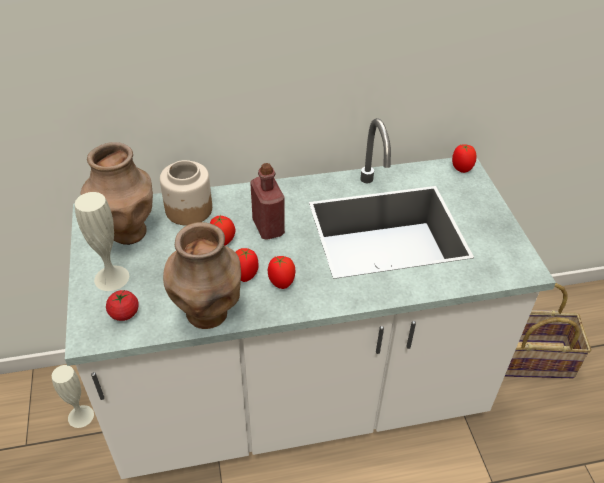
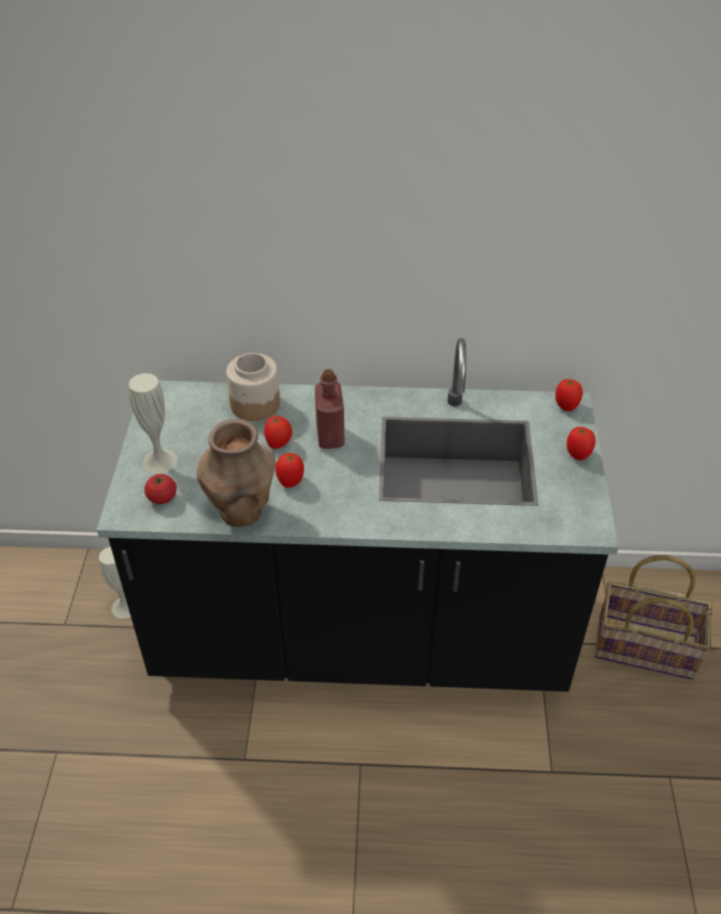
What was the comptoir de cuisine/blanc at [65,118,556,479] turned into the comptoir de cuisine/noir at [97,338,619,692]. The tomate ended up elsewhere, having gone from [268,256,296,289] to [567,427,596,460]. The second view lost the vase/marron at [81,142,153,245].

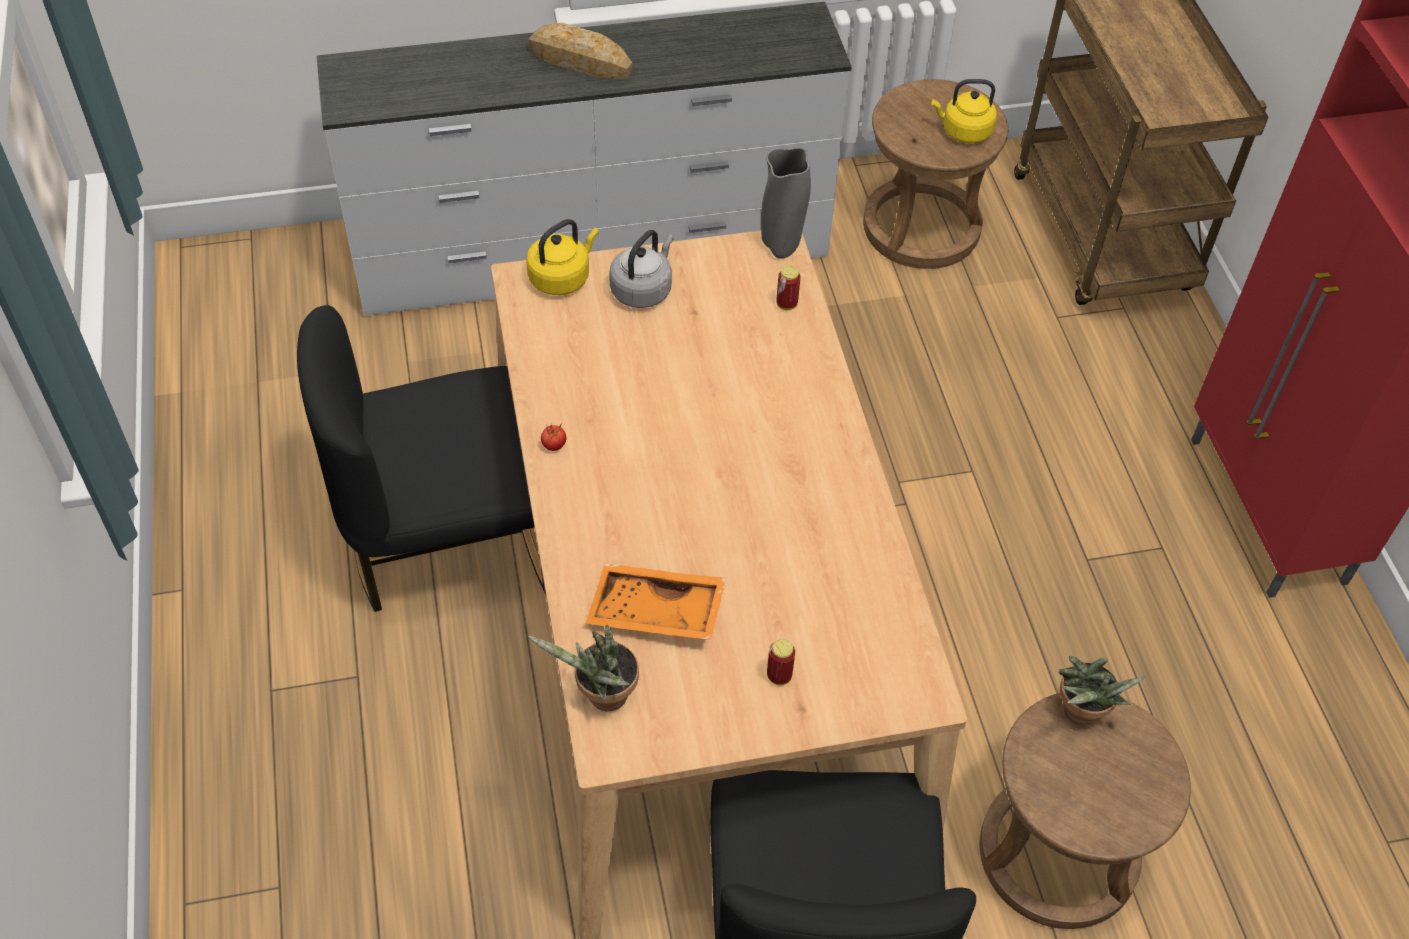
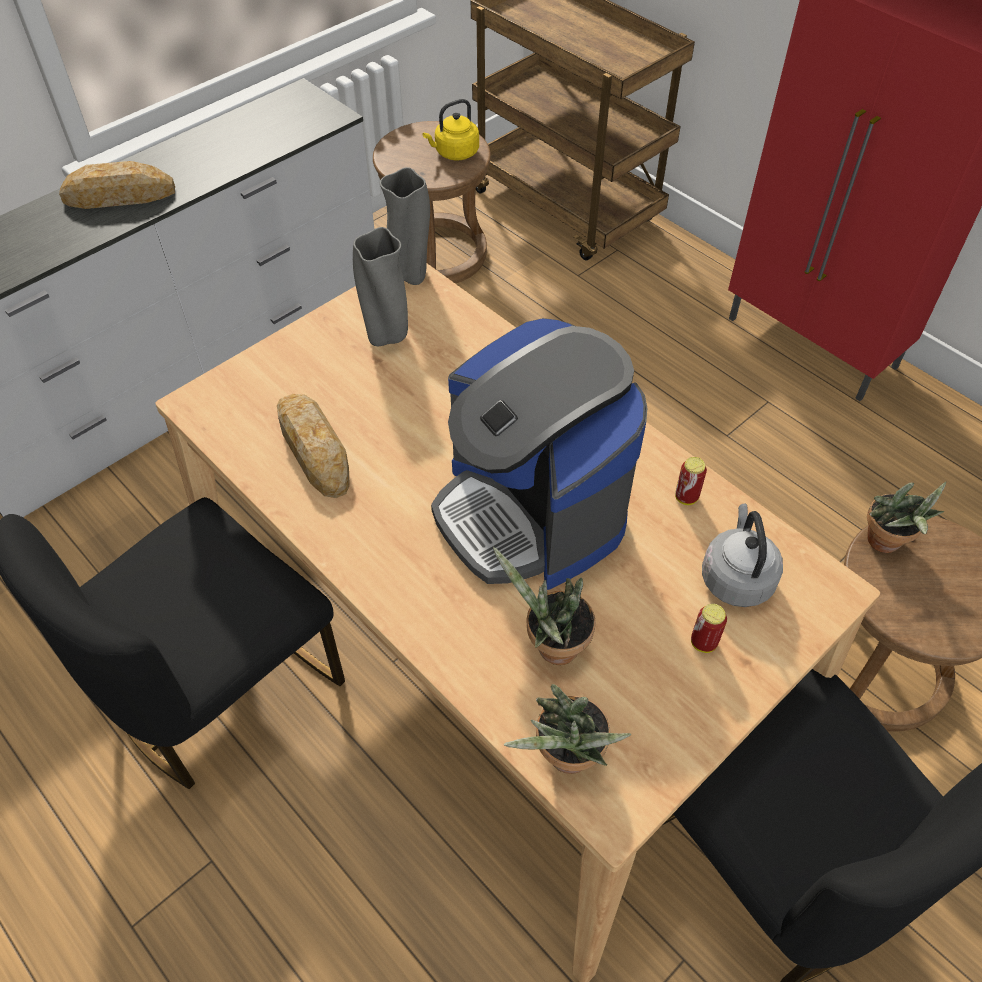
The second view gained the pain at [277,394,350,498]. The second view gained the vase/gris at [353,227,408,346]. The second view gained the machine à café at [431,318,647,590]. Where the plateau/orange stood at [586,564,726,640], the plante en pot came to stand at [493,547,596,665]. The boîte métallique ended up elsewhere, having gone from [776,266,801,310] to [675,457,707,505]. The bouilloire/gris ended up elsewhere, having gone from [609,230,674,308] to [702,503,783,607]. The second view lost the bouilloire/jaune at [526,219,599,295]. The second view lost the tomate at [541,423,566,451].

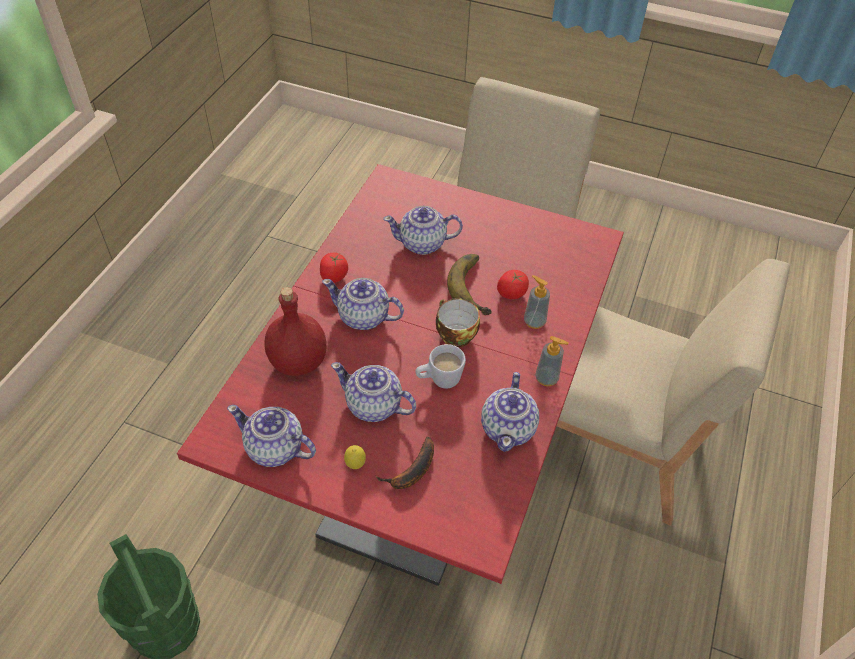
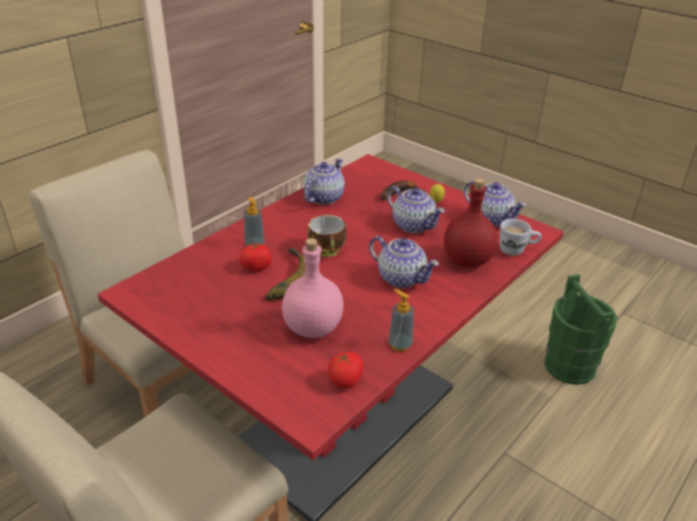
Where the théière stood at [383,206,463,255], the bouteille/rose came to stand at [282,238,344,338]. The tomate ended up elsewhere, having gone from [320,252,348,283] to [328,351,363,388]. The distributeur de savon ended up elsewhere, having gone from [535,336,569,386] to [388,289,414,351]. The mug/blanc ended up elsewhere, having gone from [415,344,466,389] to [500,219,541,256].

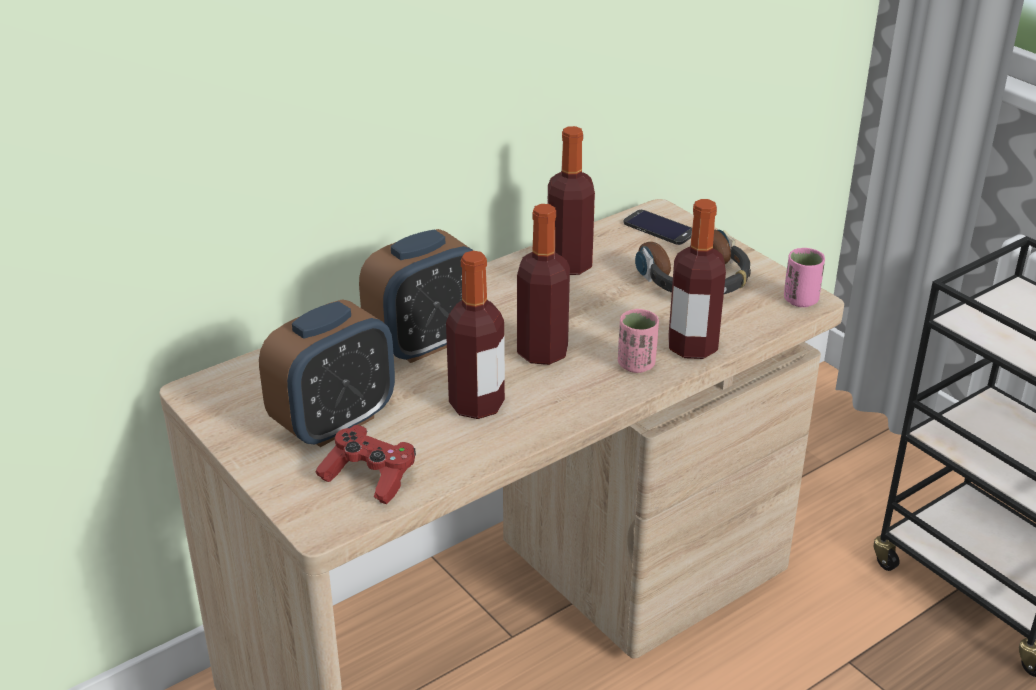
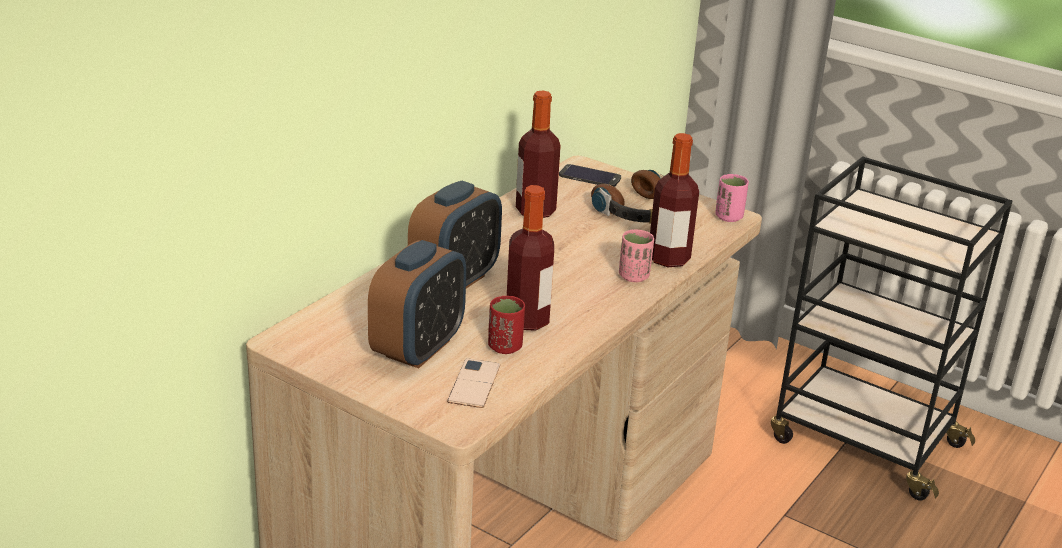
Where the manette/rouge stood at [316,425,416,504], the téléphone came to stand at [447,358,500,408]. The second view gained the tasse/rouge at [488,296,525,354]. The second view lost the bouteille at [517,204,570,365].

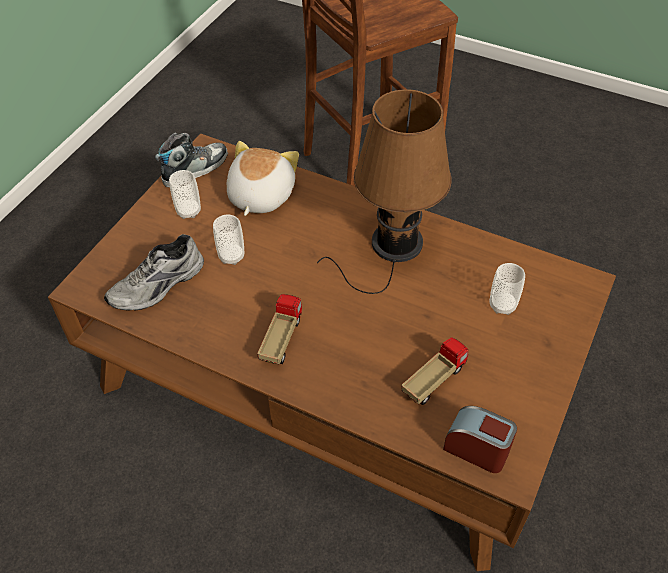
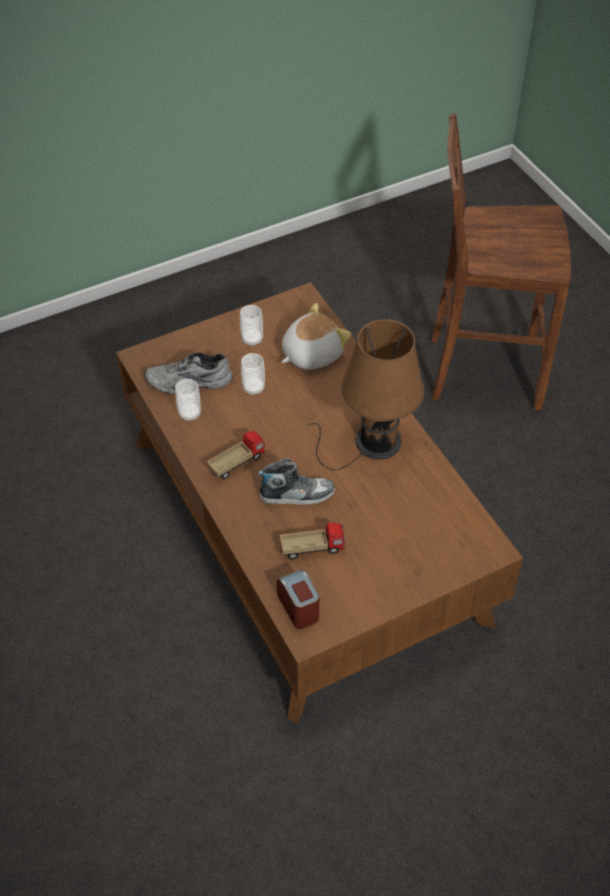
The tasse ended up elsewhere, having gone from [490,263,525,315] to [175,379,201,421]. The chaussure ended up elsewhere, having gone from [155,133,228,187] to [258,458,335,505].

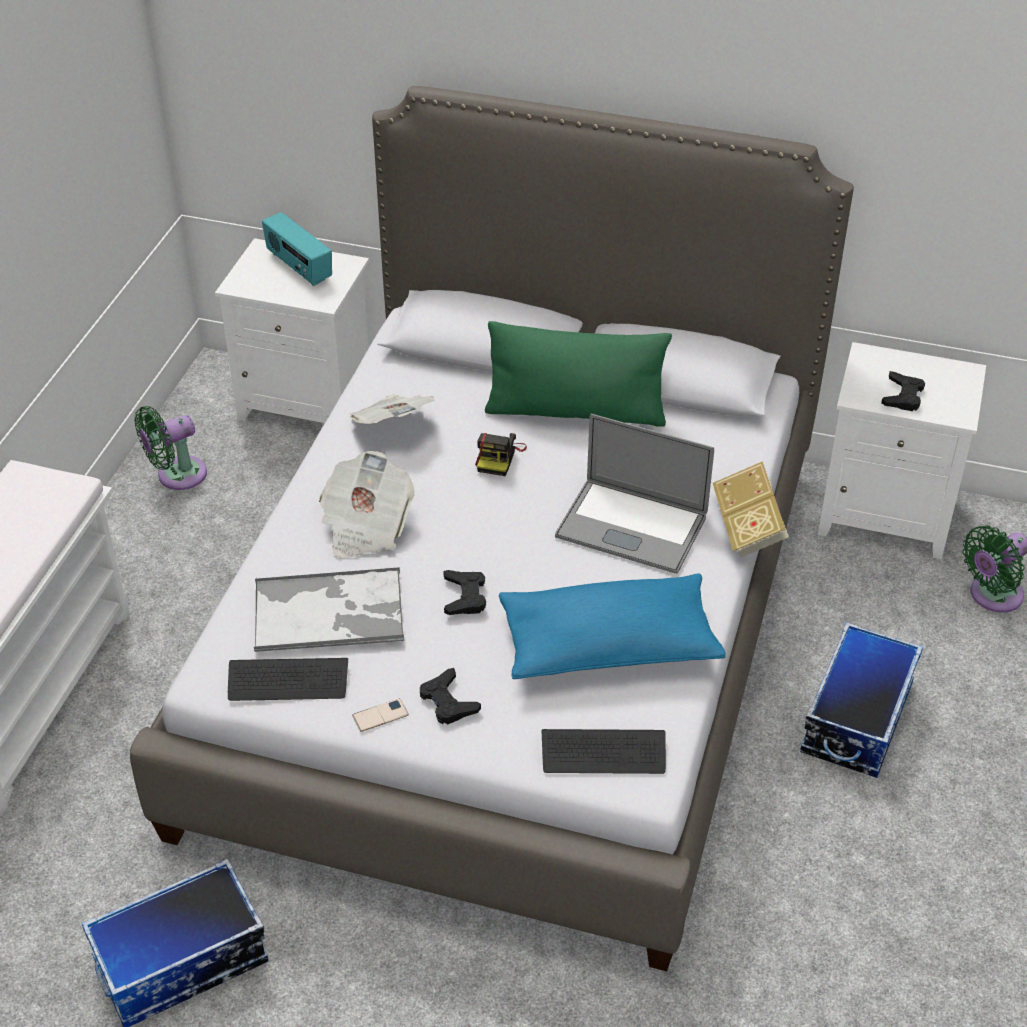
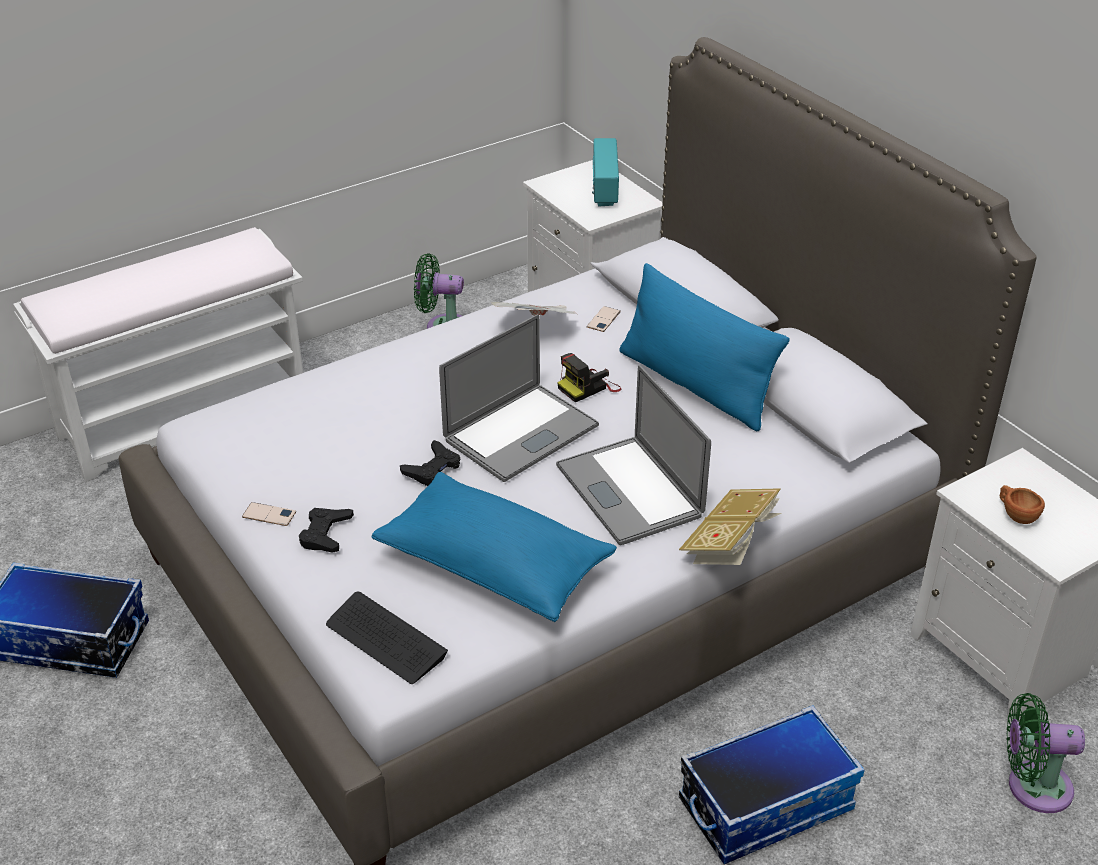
The second view gained the ordinateur portable at [439,314,599,482]. The second view gained the téléphone at [587,306,621,332]. What was the coussin/vert at [485,321,672,427] turned into the coussin/bleu at [619,263,790,431]. Where the manette/noir stood at [881,371,925,411], the tasse/marron came to stand at [1000,485,1045,524]. The second view lost the clavier at [228,658,348,701]. The second view lost the plateau at [254,567,404,652]. The second view lost the journal at [319,451,415,558].

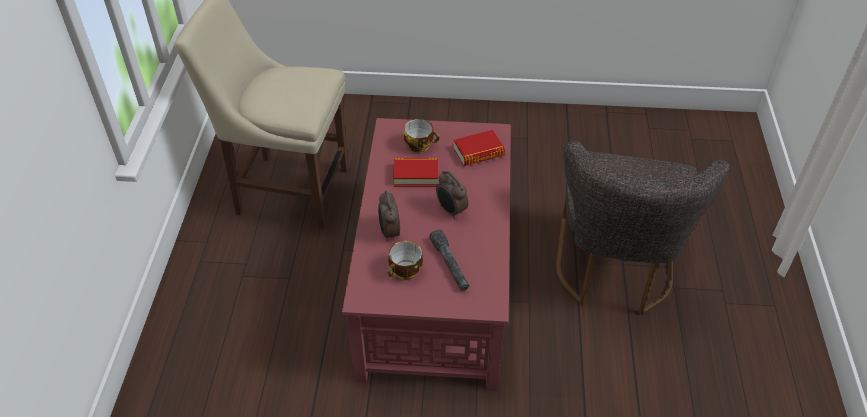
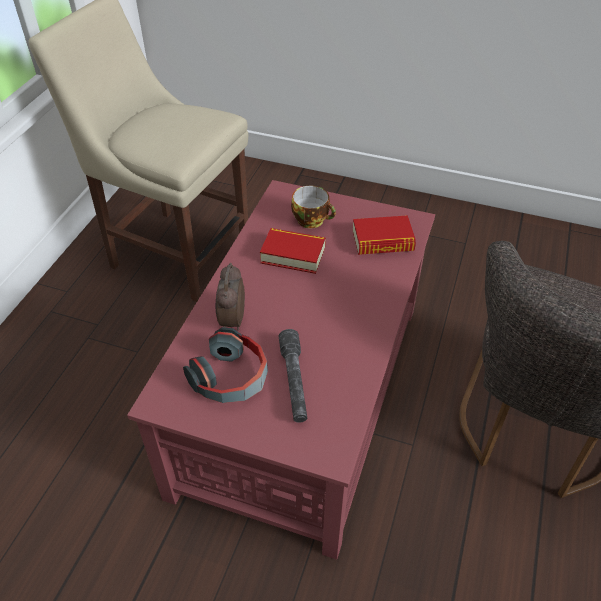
Where the tasse stood at [387,241,423,280], the casque audio came to stand at [183,327,268,403]. The second view lost the réveil at [436,171,468,219].

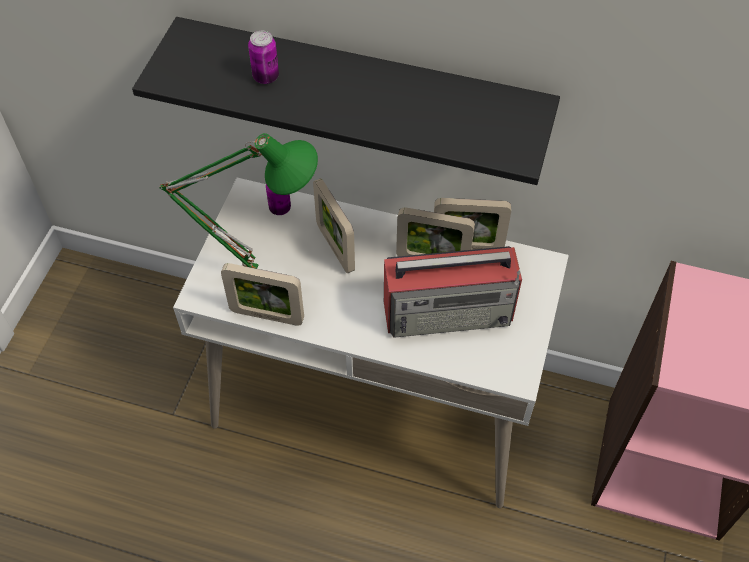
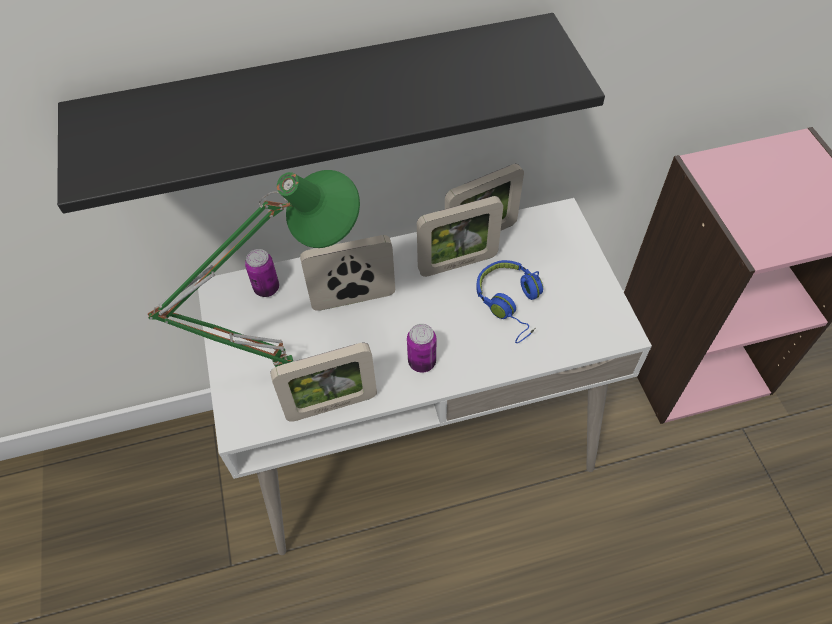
The cadre photo at [313,178,355,273] ended up facing another way, 135 degrees clockwise from before. The boîte métallique ended up elsewhere, having gone from [248,31,279,84] to [407,324,436,372]. Where the radio stood at [384,246,522,338], the casque audio/bleu came to stand at [476,260,543,343].

